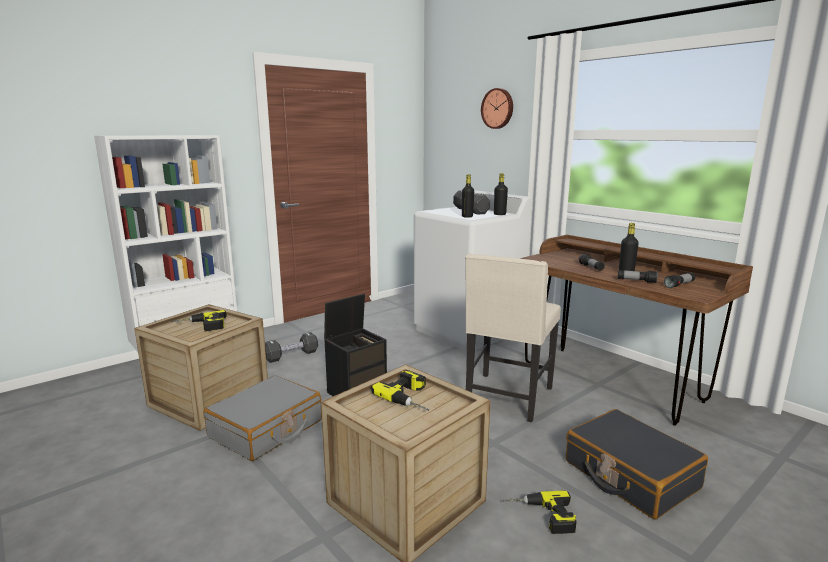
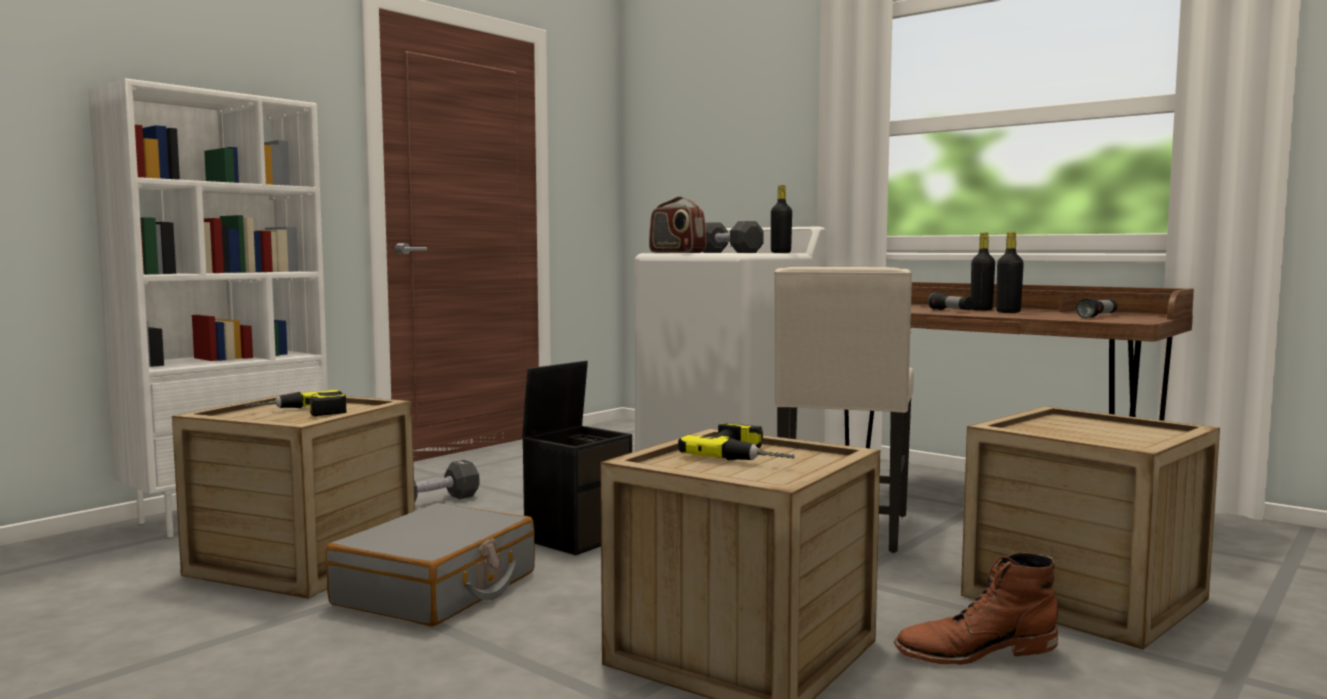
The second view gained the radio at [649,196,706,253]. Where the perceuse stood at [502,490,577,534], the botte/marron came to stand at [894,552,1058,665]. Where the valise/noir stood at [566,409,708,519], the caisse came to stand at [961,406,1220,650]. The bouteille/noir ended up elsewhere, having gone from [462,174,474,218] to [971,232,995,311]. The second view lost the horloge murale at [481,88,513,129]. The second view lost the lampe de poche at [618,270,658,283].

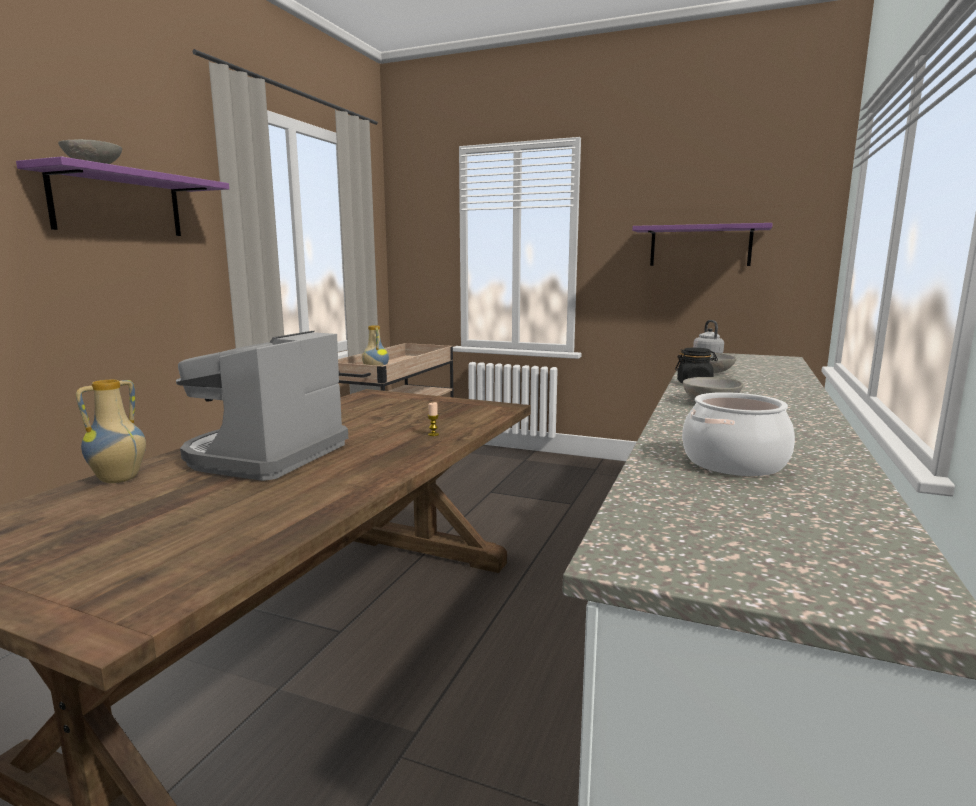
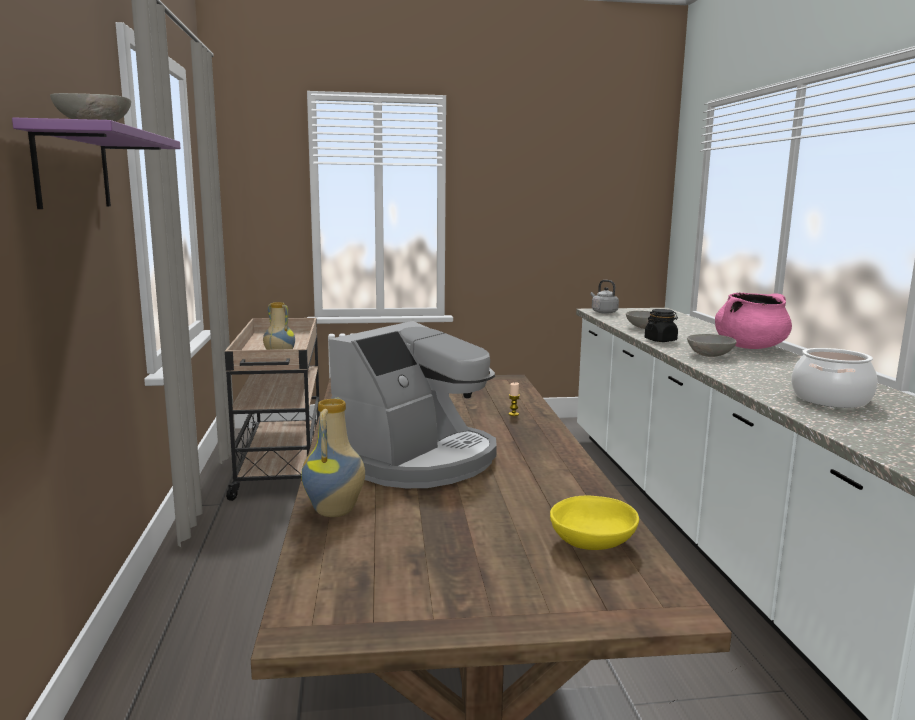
The machine à café at [176,331,348,481] ended up facing another way, 135 degrees counterclockwise from before. The second view gained the bol/jaune at [550,496,639,550]. The second view gained the marmite/rose at [715,292,792,349]. The second view lost the étagère/violet at [632,223,773,266].

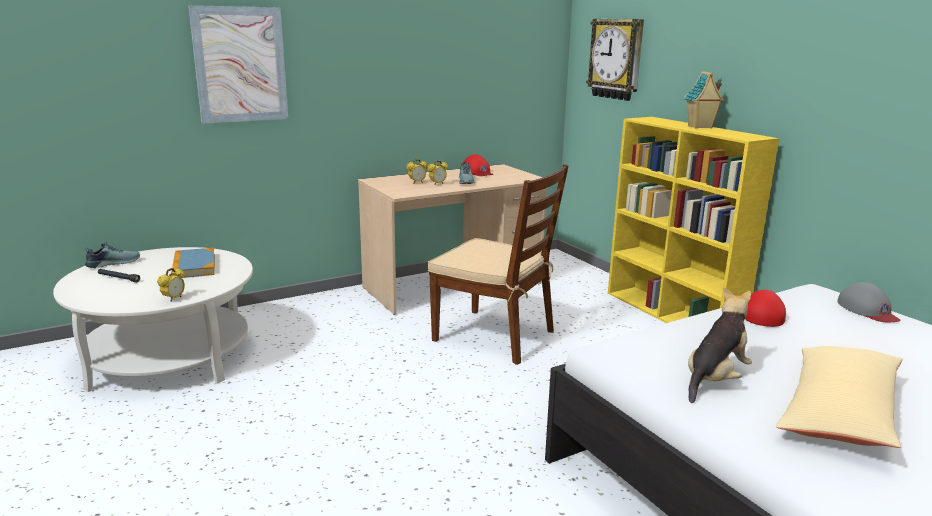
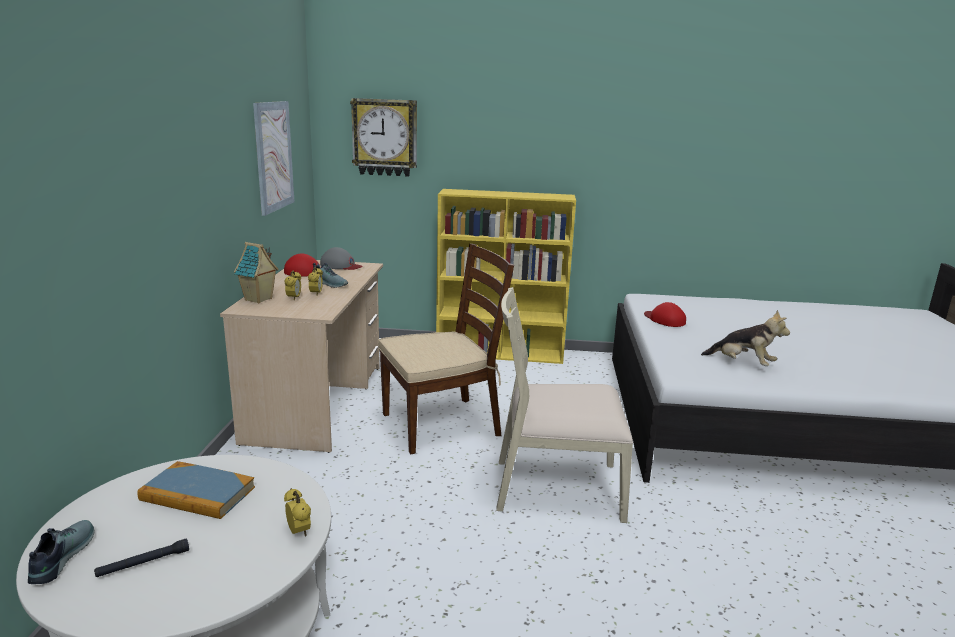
The maison miniature ended up elsewhere, having gone from [684,71,724,129] to [234,242,279,303]. The tableau ended up elsewhere, having gone from [188,5,288,124] to [253,101,294,216]. The casquette/gris ended up elsewhere, having gone from [837,282,901,322] to [320,247,363,270]. The second view gained the chaise/beige at [496,287,633,523]. The peluche at [688,287,752,403] ended up facing another way, 135 degrees clockwise from before. The second view lost the coussin/beige at [776,346,903,448].

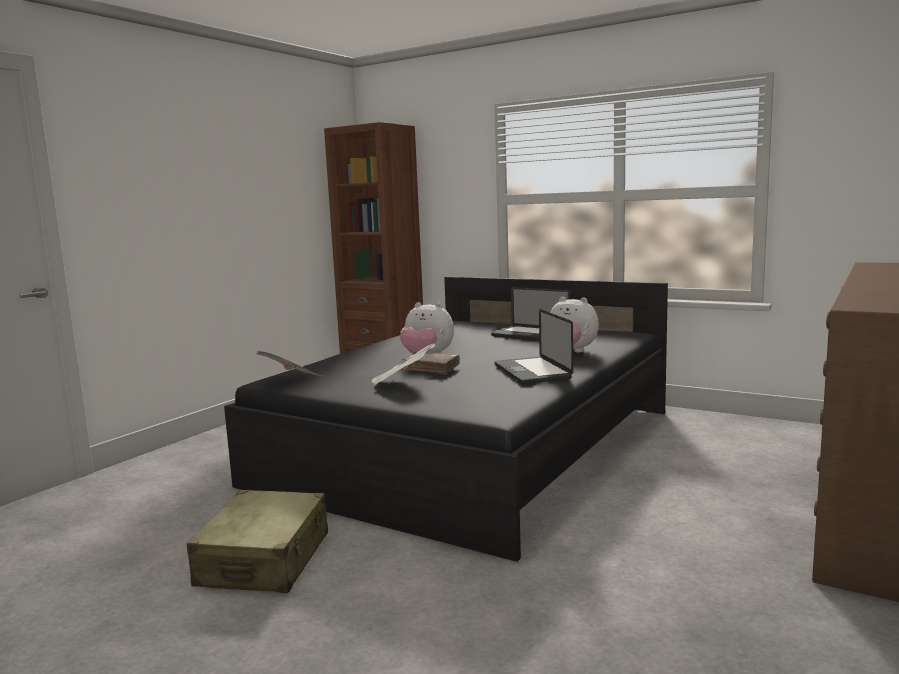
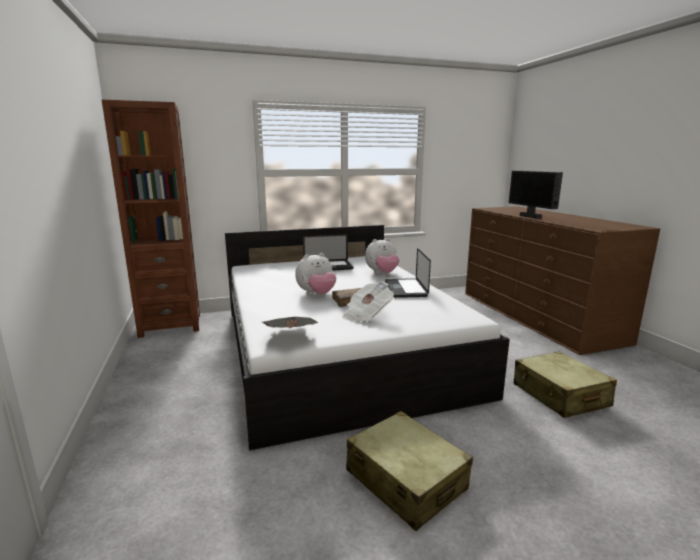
What was the lit/noir at [224,277,668,562] turned into the lit/blanc at [225,225,510,450]. The ordinateur portable at [494,309,573,384] ended up facing another way, 60 degrees clockwise from before. The second view gained the écran d'ordinateur at [509,171,563,219]. The second view gained the valise/beige at [514,351,617,418].

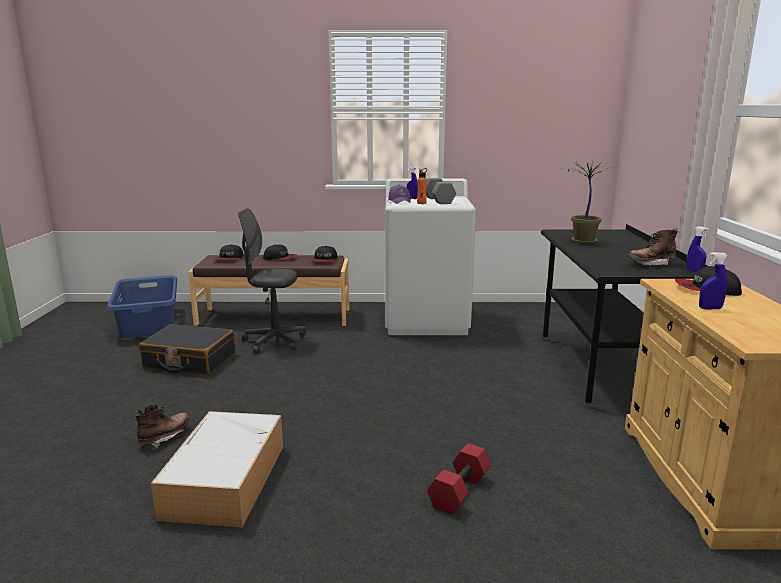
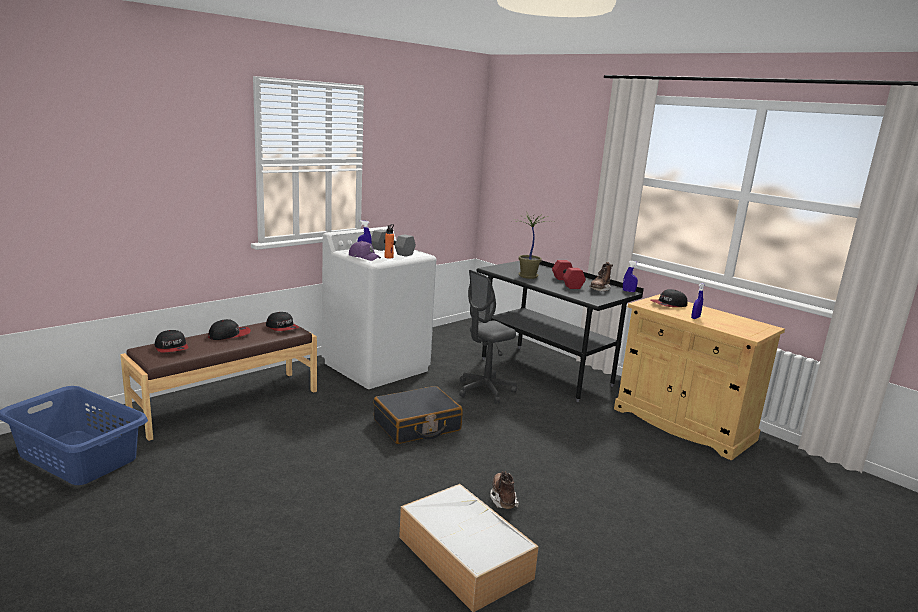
The valise/noir ended up elsewhere, having gone from [139,324,235,375] to [374,386,463,444]. The chaise de bureau/gris ended up elsewhere, having gone from [238,208,306,354] to [459,270,517,404]. The botte/marron ended up elsewhere, having gone from [135,404,190,448] to [490,471,519,509]. The haltère/rouge ended up elsewhere, having gone from [427,443,491,515] to [552,260,586,289].

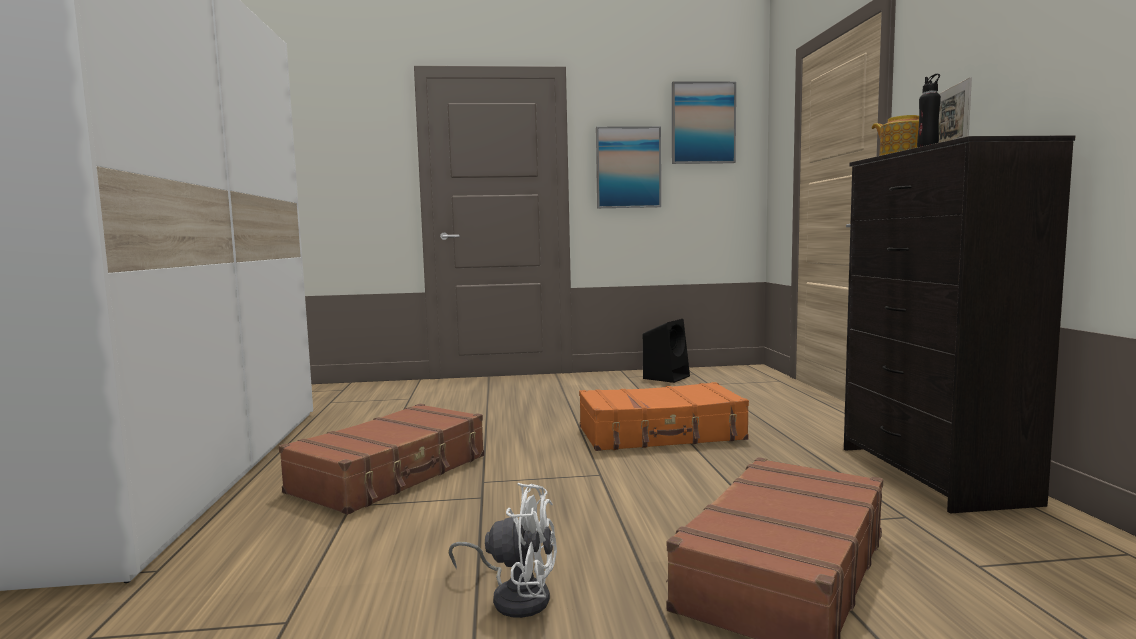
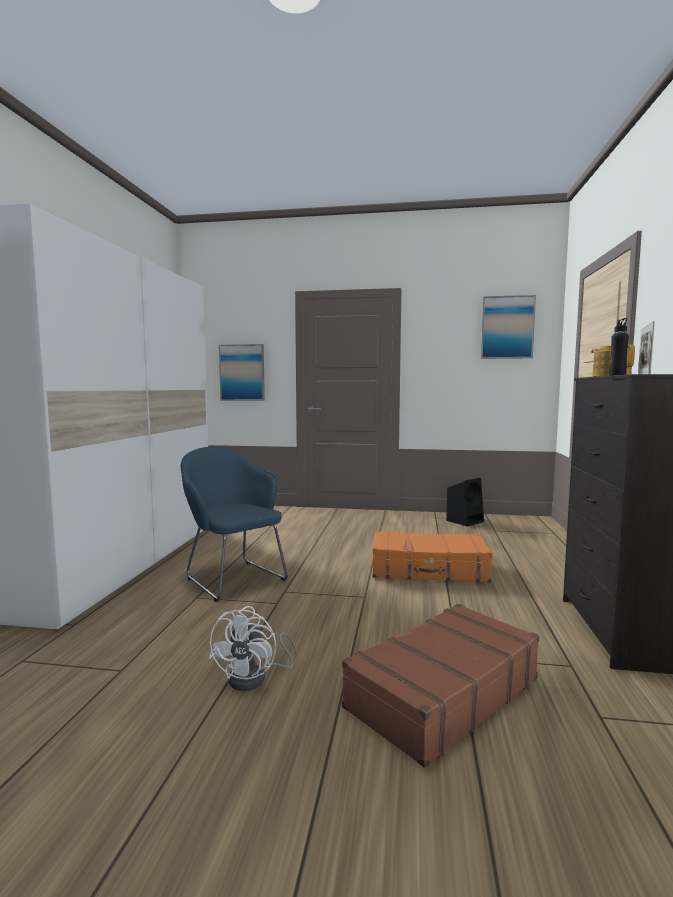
Where the valise/marron stood at [279,404,484,515], the fauteuil/bleu came to stand at [180,447,288,602]. The ventilateur/blanc at [449,483,557,618] ended up facing another way, 75 degrees clockwise from before. The tableau ended up elsewhere, having gone from [596,126,661,208] to [219,344,265,401].

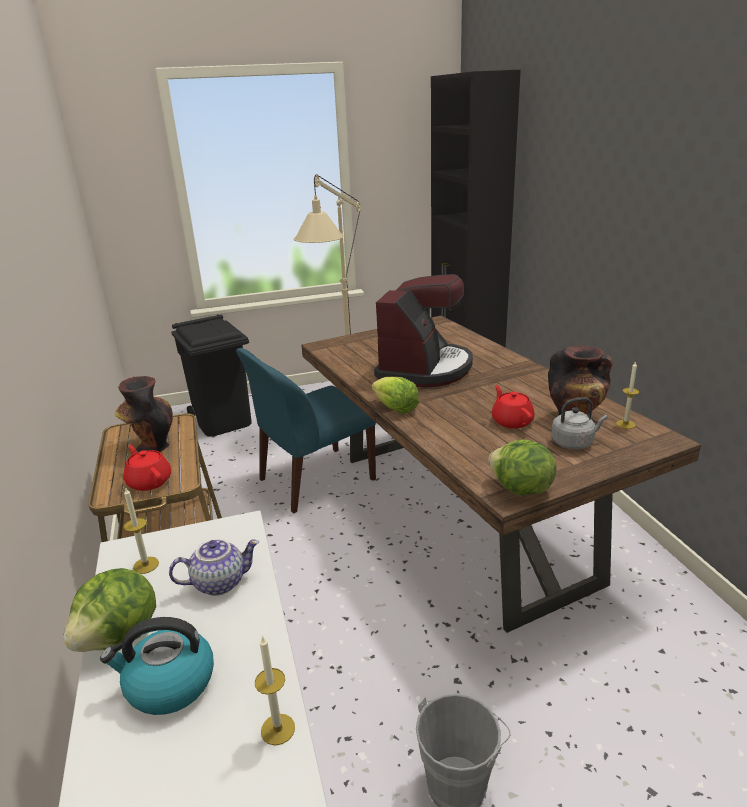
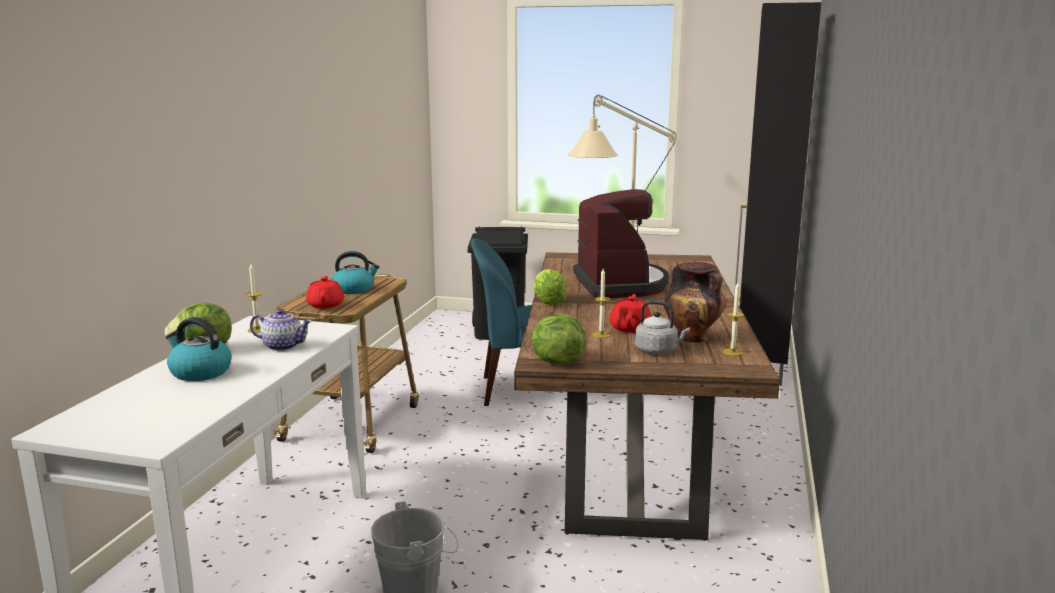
Where the vase stood at [115,376,173,452], the bouilloire came to stand at [332,251,379,294]. The machine à café at [374,274,473,387] ended up facing another way, 60 degrees counterclockwise from before. The bougie ended up elsewhere, having gone from [255,635,295,746] to [592,269,611,338].

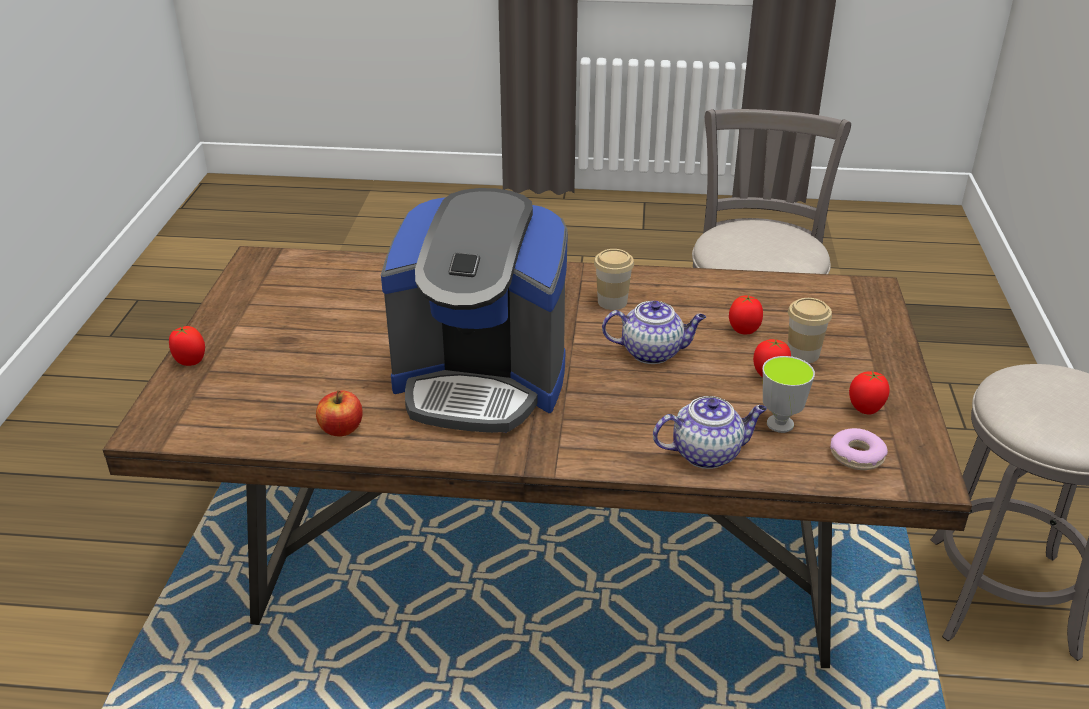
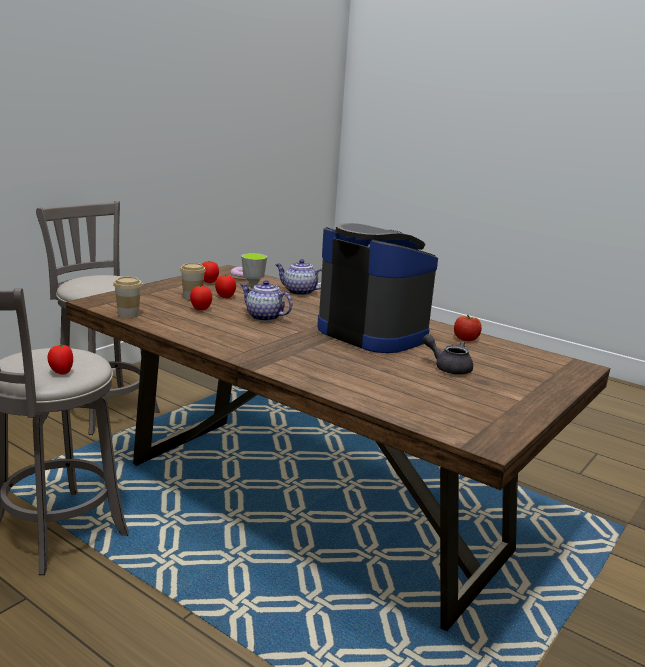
The tomate ended up elsewhere, having gone from [169,326,205,366] to [48,344,73,375]. The tasse ended up elsewhere, having gone from [594,249,634,310] to [113,277,142,318]. The second view gained the théière/gris at [422,334,473,375].

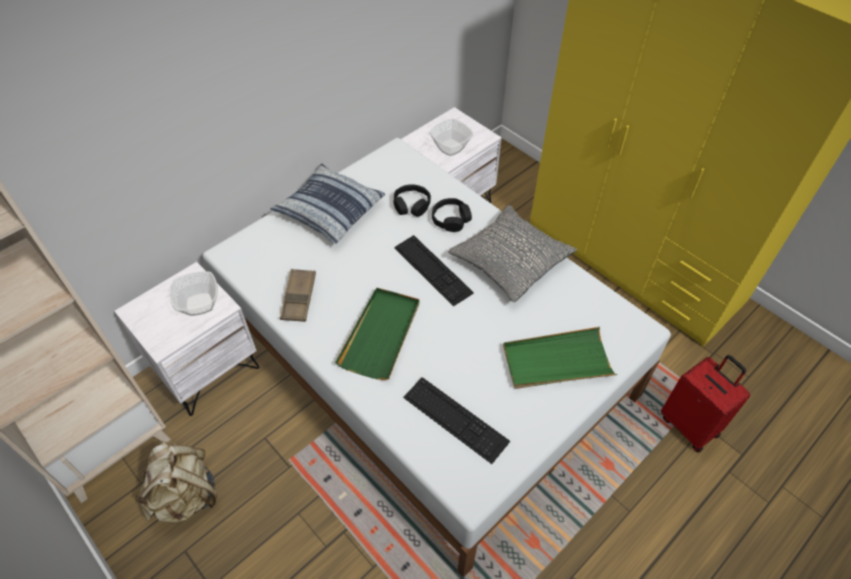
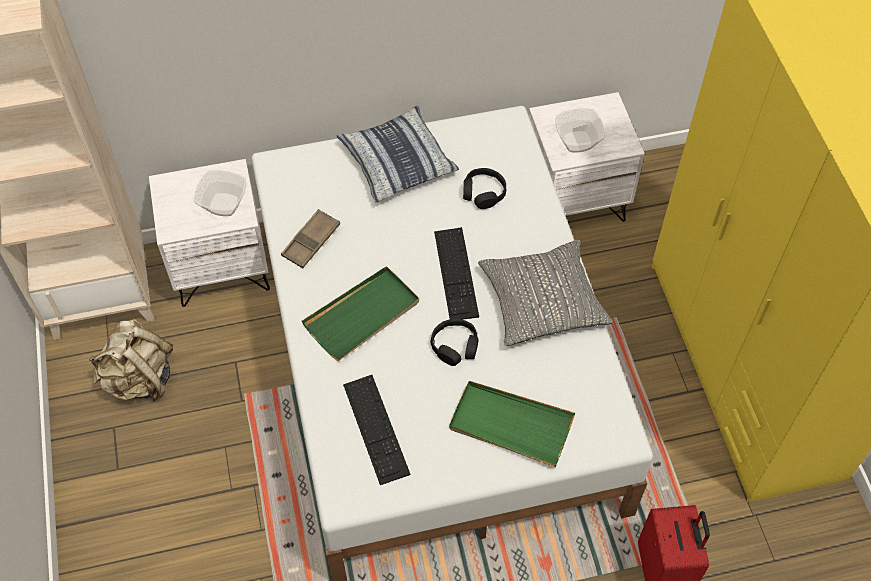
The casque audio/noir ended up elsewhere, having gone from [432,198,472,232] to [431,319,479,366].

